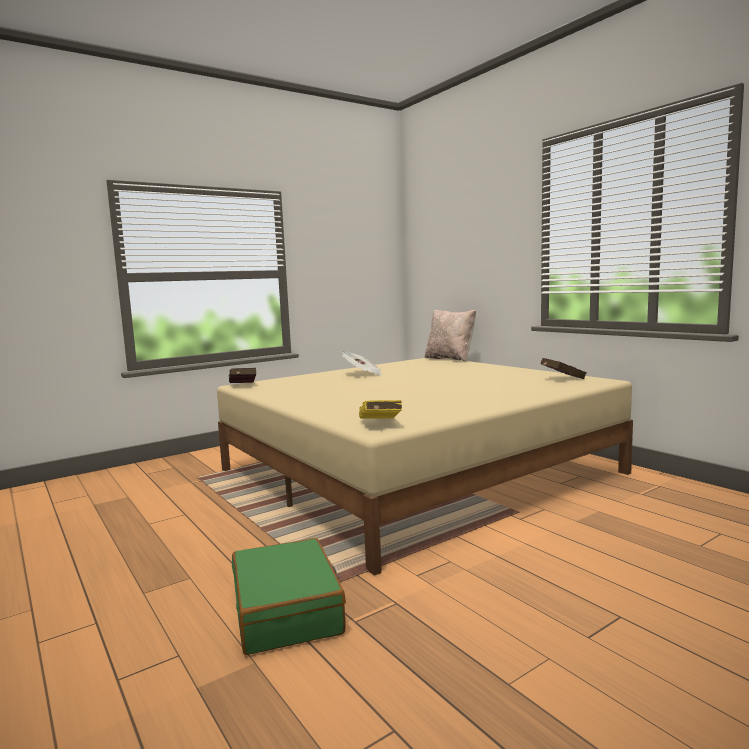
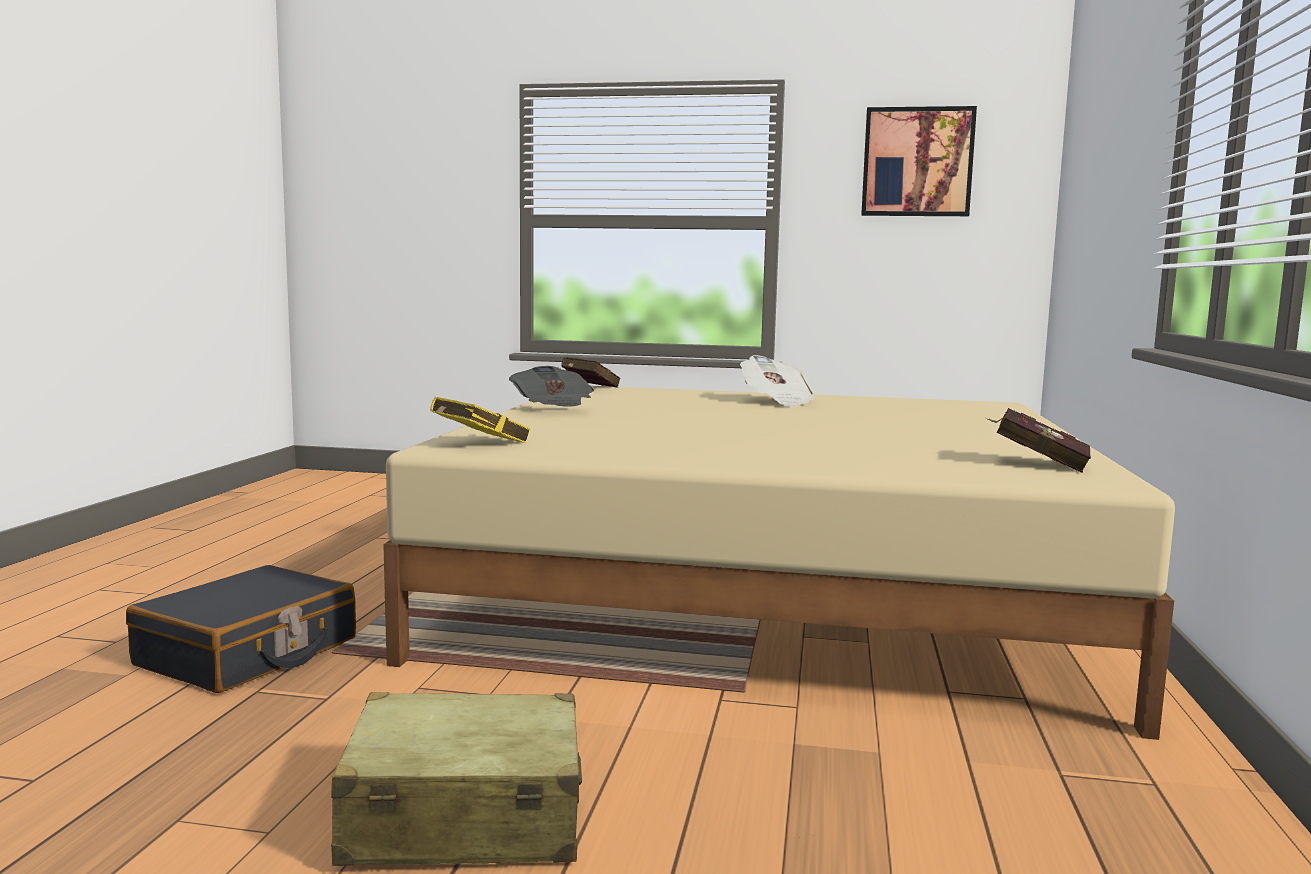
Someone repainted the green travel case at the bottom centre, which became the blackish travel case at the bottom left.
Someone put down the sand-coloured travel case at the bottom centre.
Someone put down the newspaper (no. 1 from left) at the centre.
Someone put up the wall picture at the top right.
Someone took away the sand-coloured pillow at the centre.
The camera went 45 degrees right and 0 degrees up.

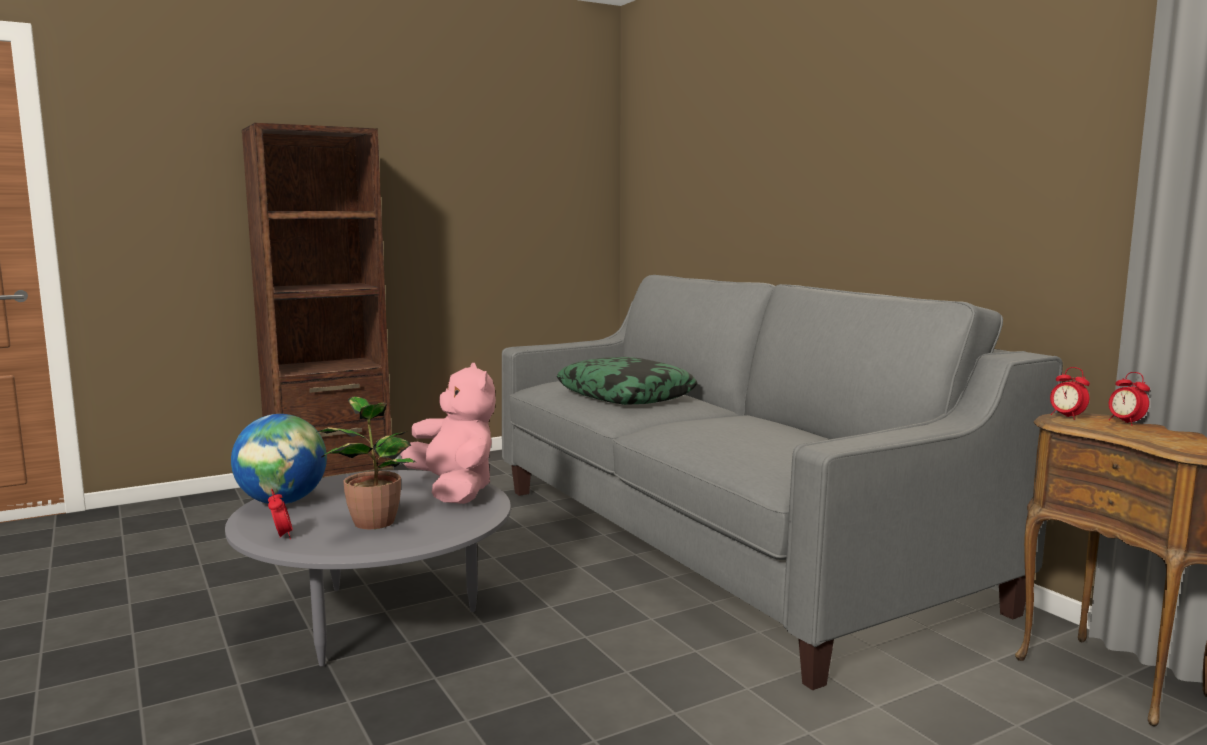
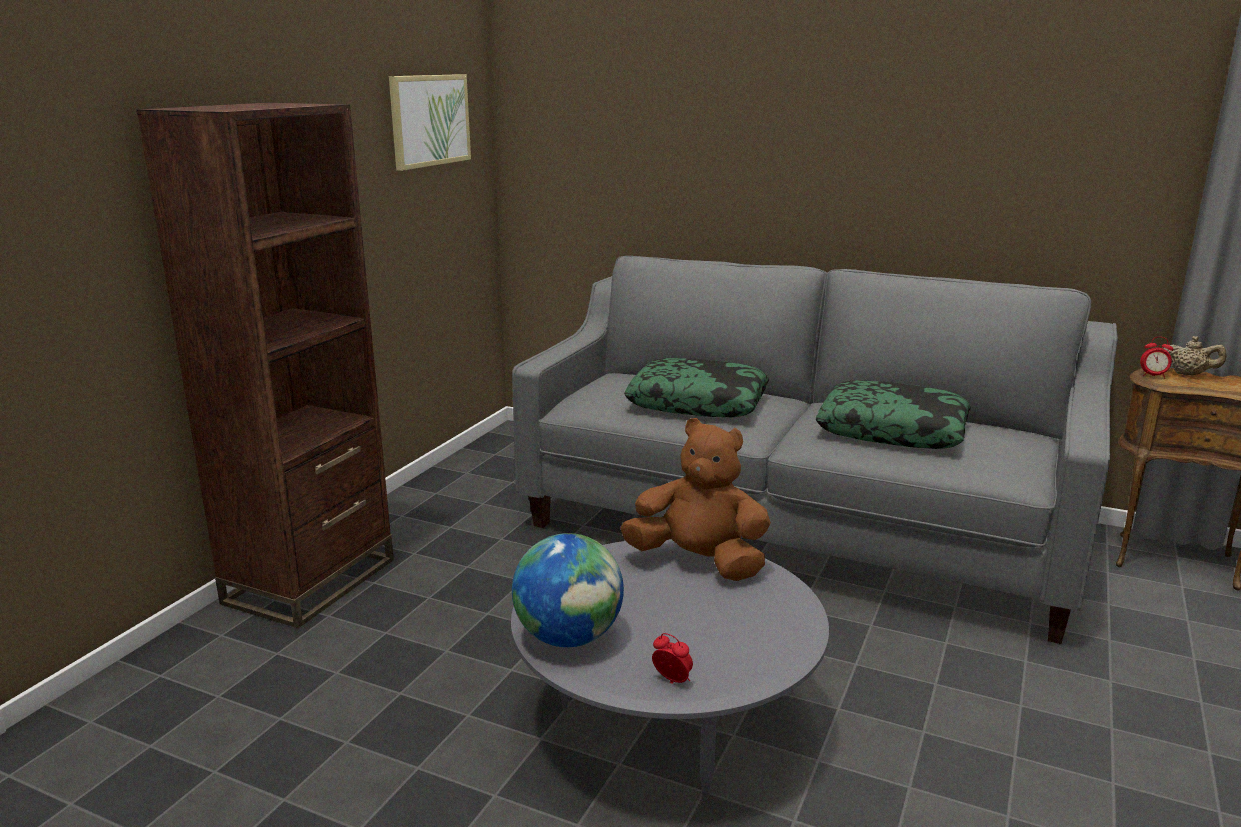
Someone put up the wall picture at the top centre.
Someone repainted the pinkish cuddly toy at the centre, which became the brown-coloured cuddly toy at the centre.
Someone put down the pillow (no. 2 from left) at the middle right.
Someone swapped the alarm clock (no. 3 from left) at the middle right for the sand-coloured pot for tea at the middle right.
Someone took away the potted plant at the middle left.
The camera went 35 degrees left and 10 degrees up.

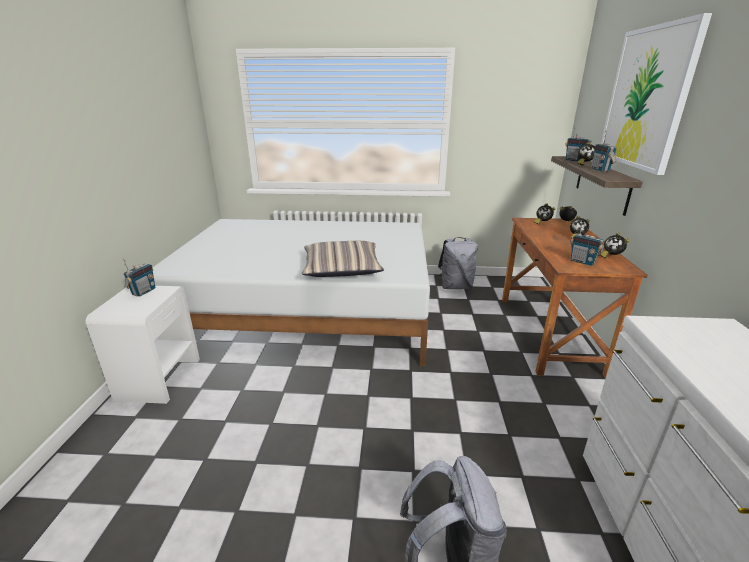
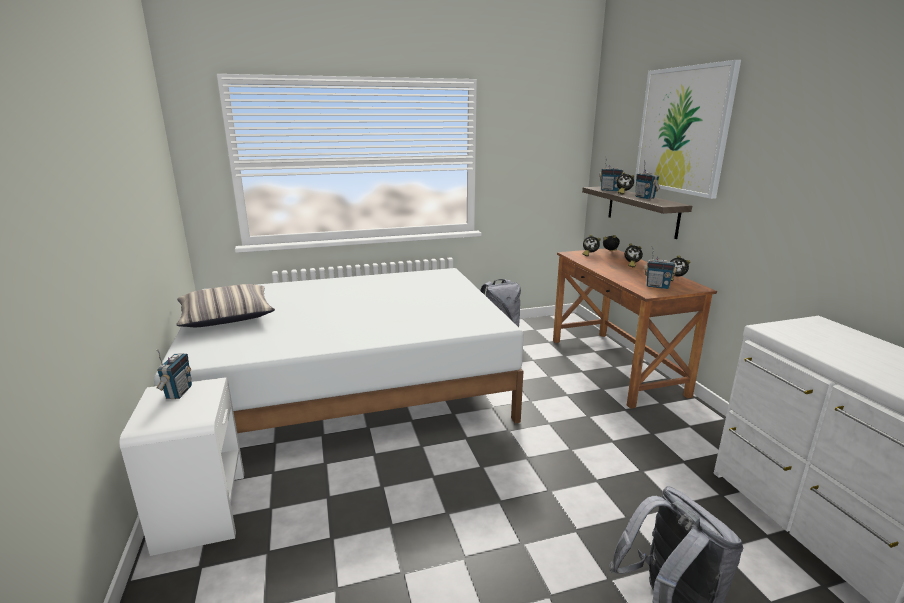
Someone carried the pillow from the centre to the middle left.
The camera went 20 degrees left and 5 degrees down.

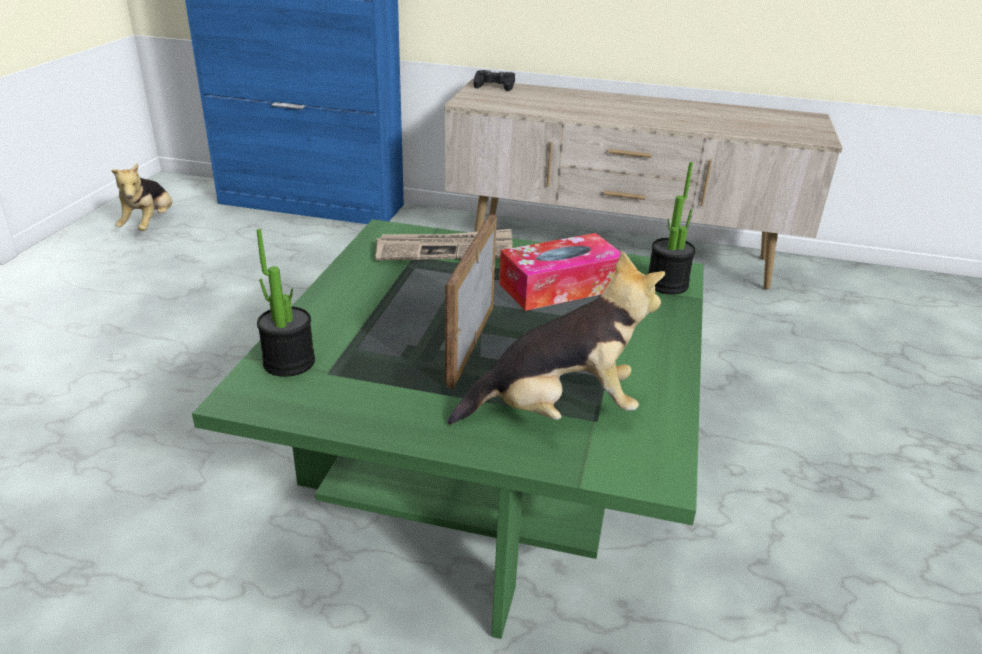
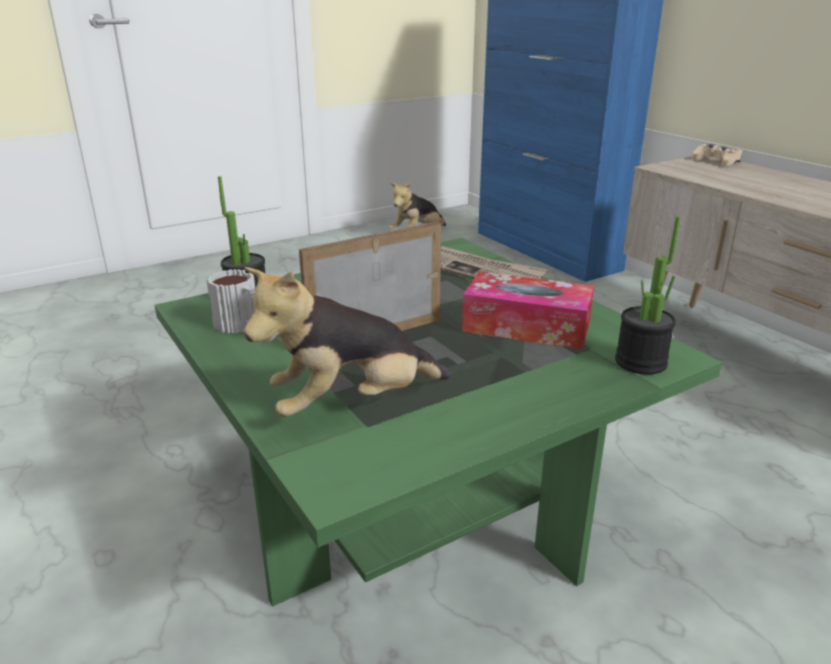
Someone put down the coffee mug at the middle left.
Someone rotated the cuddly toy (no. 2 from left in the first image) at the centre by 120 degrees clockwise.
Someone repainted the blackish joypad at the top centre, which became the sand-coloured joypad at the top right.
The camera went 45 degrees right and 5 degrees down.

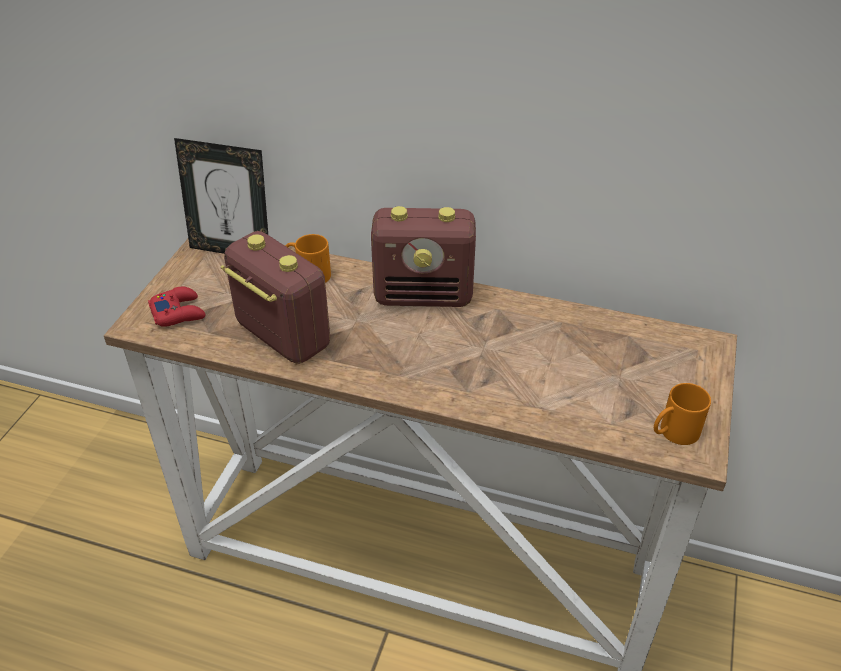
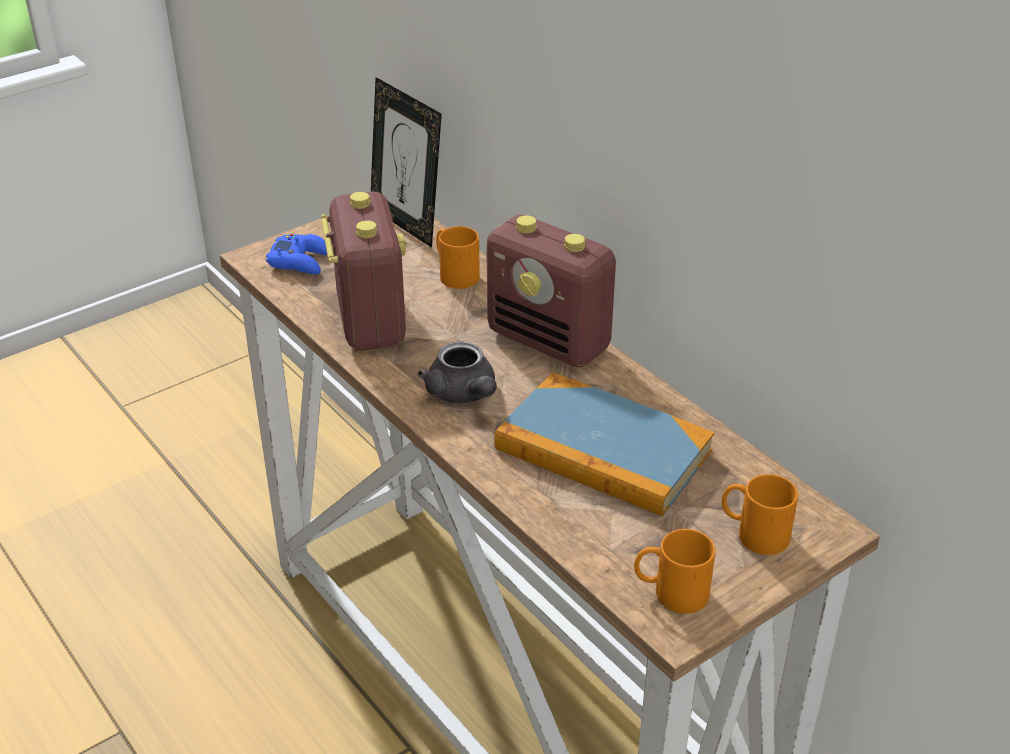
Someone repainted the red joypad at the middle left, which became the blue-coloured joypad at the middle left.
Someone put down the grey pot for tea at the centre.
Someone put down the bound book at the centre.
Someone put down the orangey coffee mug (no. 3 from left) at the bottom right.
The camera went 35 degrees right and 5 degrees down.

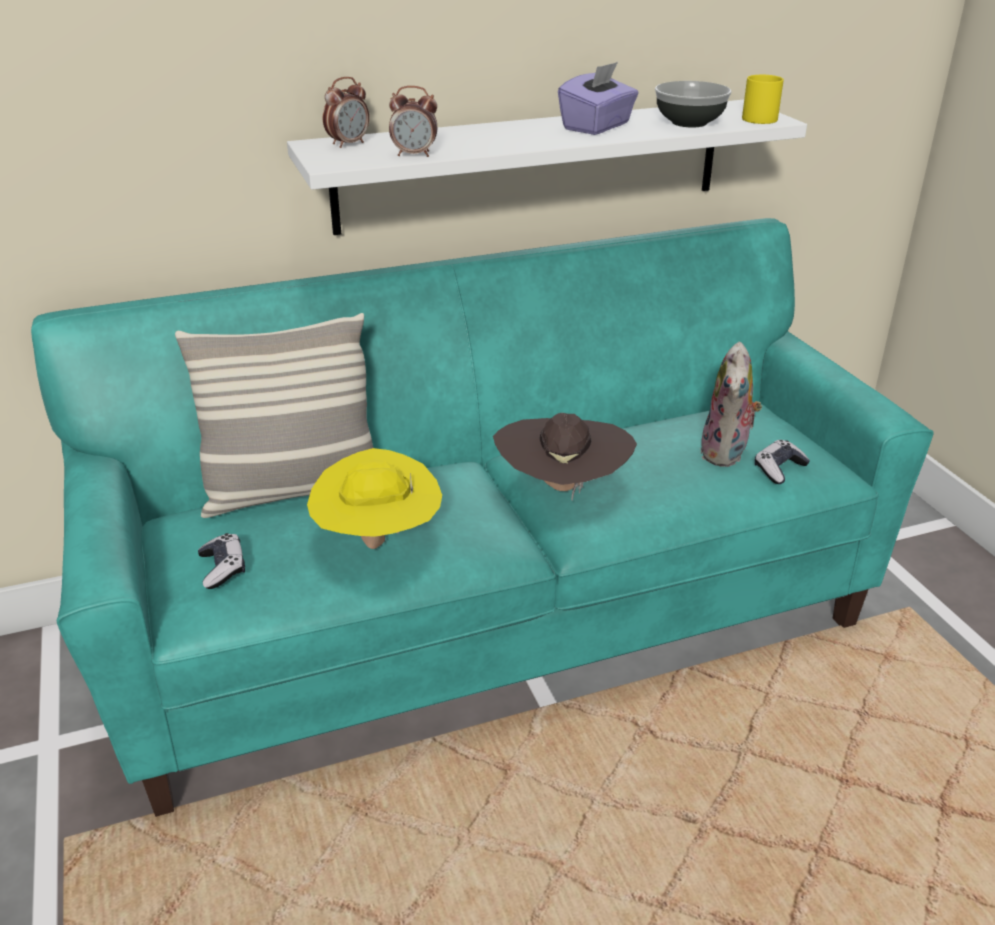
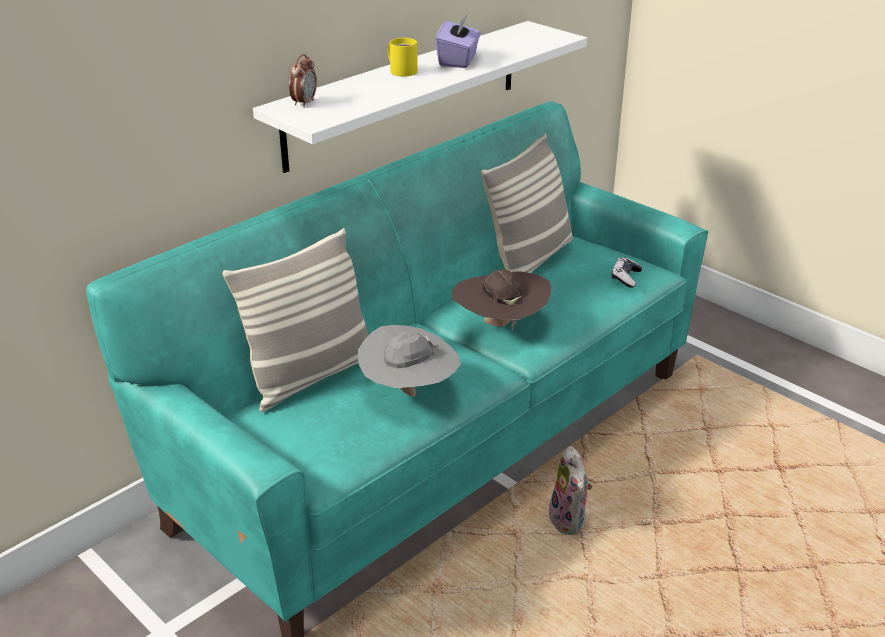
Someone repainted the yellow hat at the centre, which became the grey hat at the centre.
Someone carried the yellow coffee mug from the top right to the top centre.
Someone put down the pillow (no. 2 from left) at the top centre.
Someone carried the cuddly toy from the middle right to the bottom centre.
Someone took away the joypad (no. 1 from left) at the middle left.
Someone took away the alarm clock (no. 2 from left) at the top centre.
Someone took away the serving bowl at the top right.
The camera went 25 degrees left and 0 degrees up.

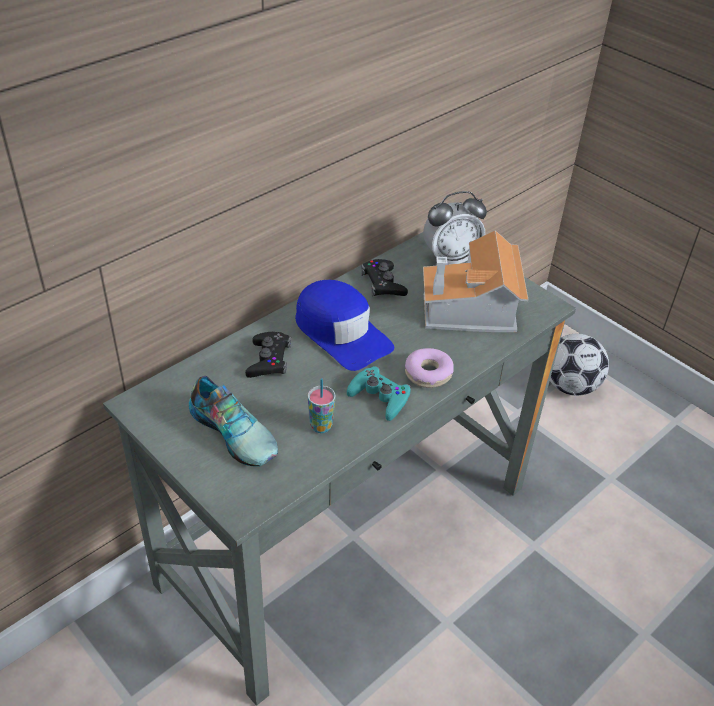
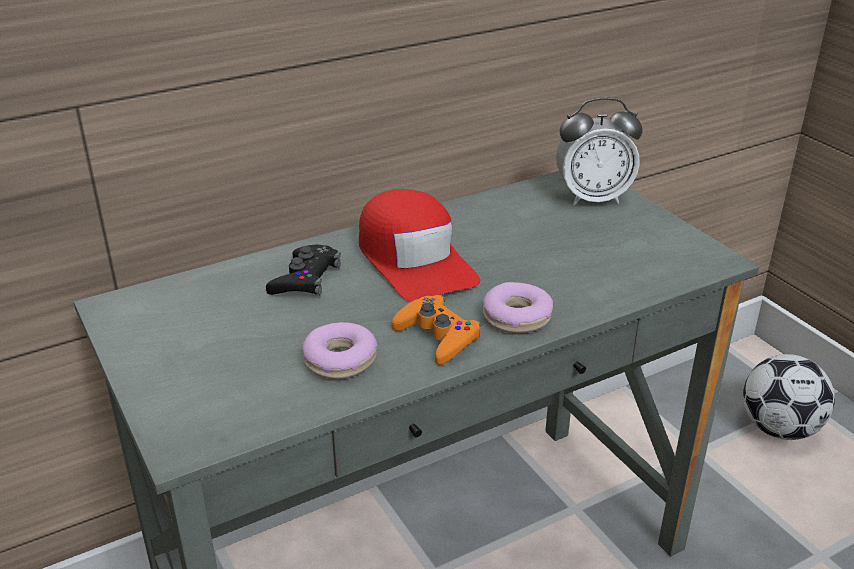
Someone swapped the cup at the centre for the ring doughnut (no. 1 from left) at the centre.
Someone repainted the blue-coloured baseball cap at the centre, which became the red baseball cap at the centre.
Someone repainted the turquoise-coloured joypad at the centre, which became the orangey joypad at the centre.
Someone took away the item of footwear at the middle left.
Someone took away the blackish joypad (no. 2 from left) at the centre.
Someone took away the toy house at the centre.
The camera went 15 degrees right and 10 degrees down.

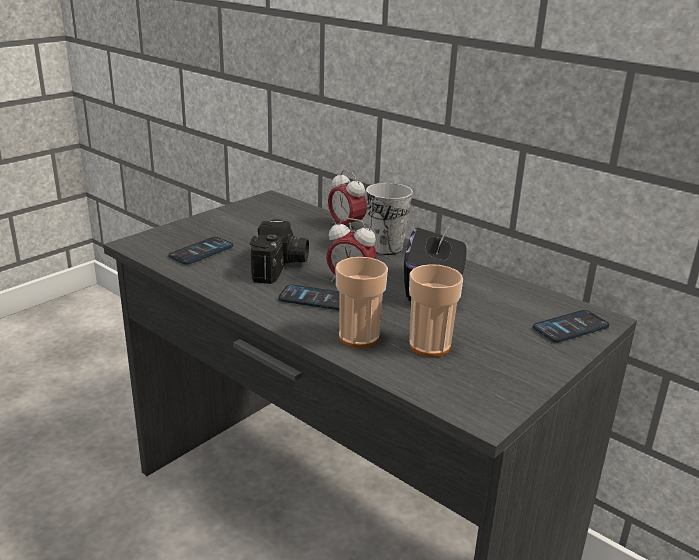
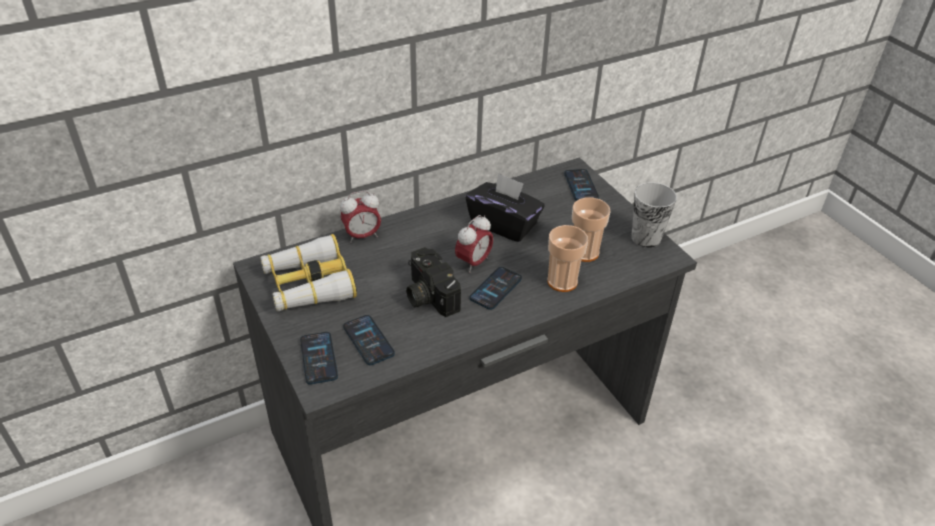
Someone put down the binoculars at the middle left.
Someone put down the handset (no. 1 from left) at the bottom centre.
Someone rotated the still camera at the centre by 150 degrees counterclockwise.
Someone carried the cup (no. 2 from left in the first image) from the centre to the middle right.
The camera went 70 degrees left and 15 degrees up.

